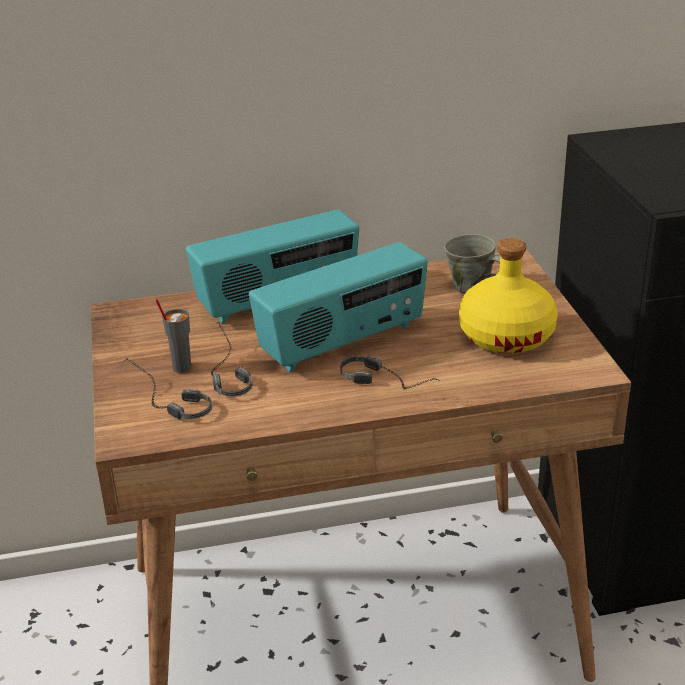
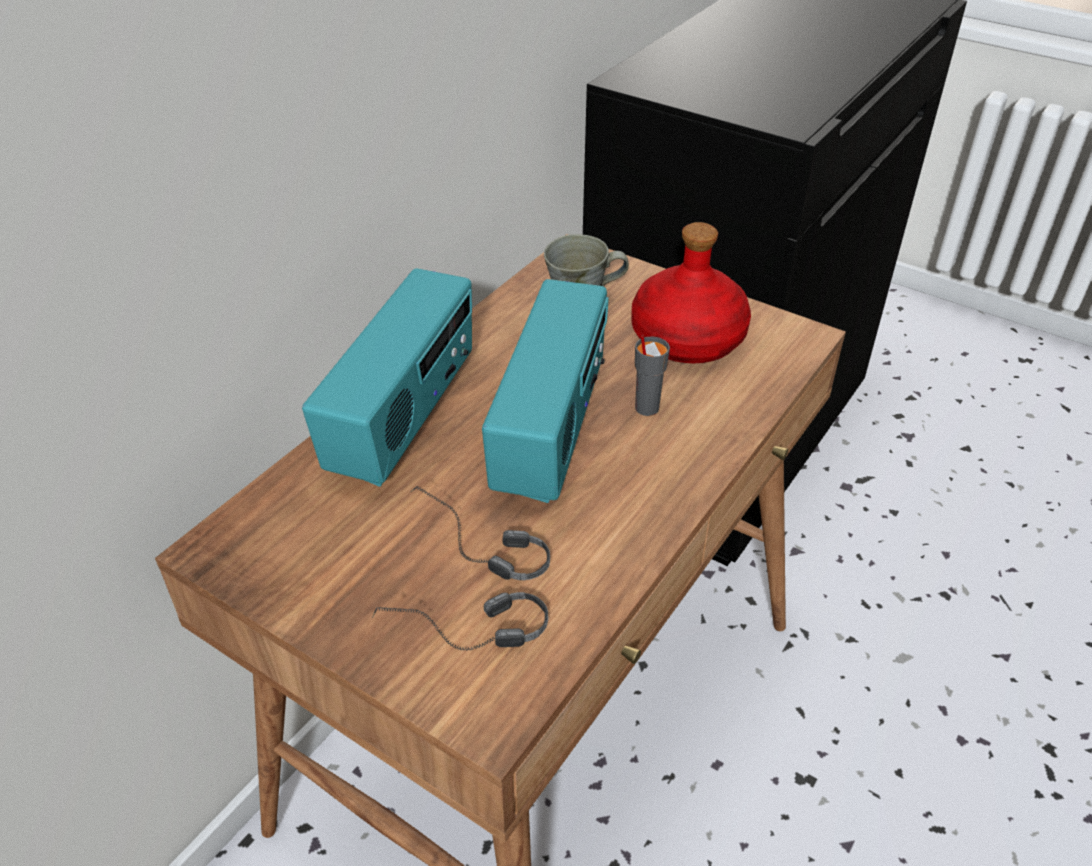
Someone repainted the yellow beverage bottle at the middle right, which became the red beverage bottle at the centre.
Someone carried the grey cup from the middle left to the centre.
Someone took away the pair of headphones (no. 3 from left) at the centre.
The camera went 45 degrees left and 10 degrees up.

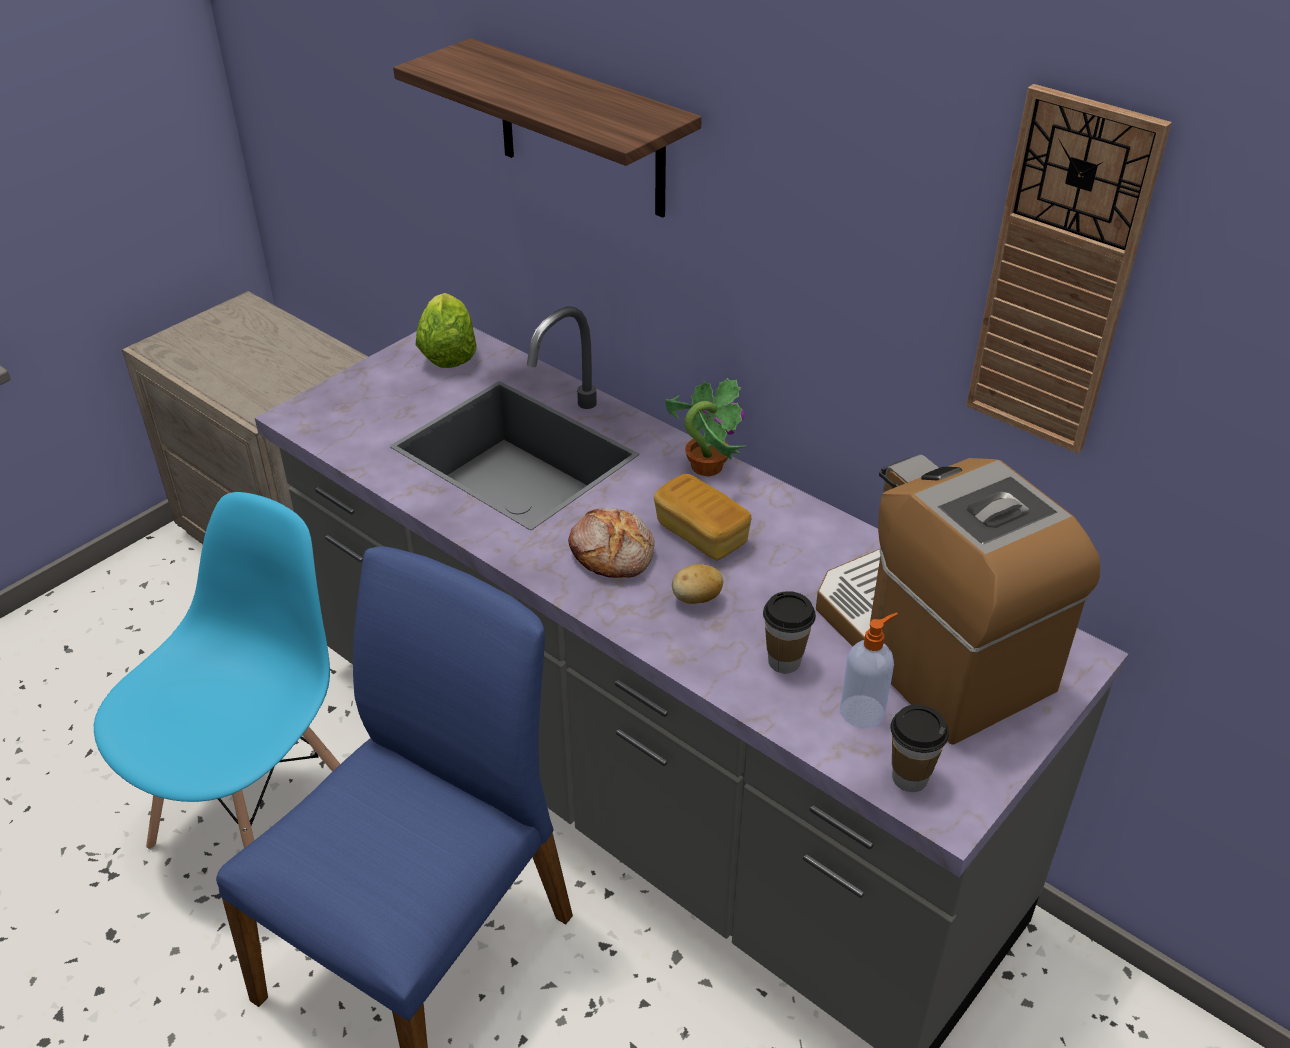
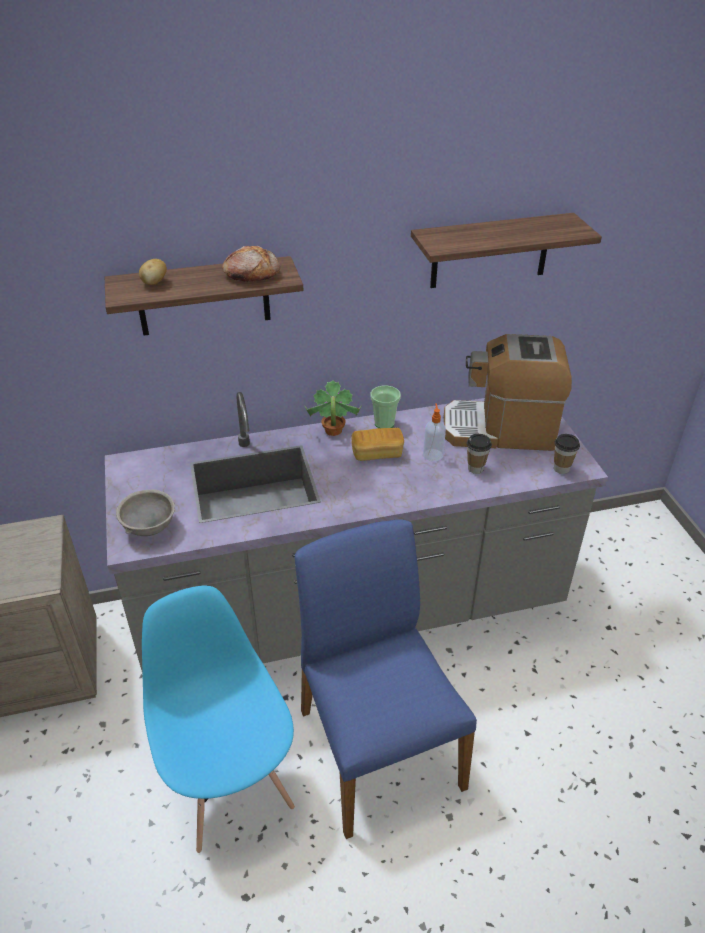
Someone put down the grey serving bowl at the middle left.
Someone carried the potato from the centre to the top left.
Someone carried the bakery bread (no. 1 from left) from the centre to the top centre.
Someone put down the cup (no. 1 from left) at the centre.
Someone swapped the hanging clock at the top right for the wall shelf (no. 2 from left) at the top right.
Someone carried the liquid soap bottle from the middle right to the centre.
Someone took away the lettuce head at the top centre.
The camera went 55 degrees left and 0 degrees up.

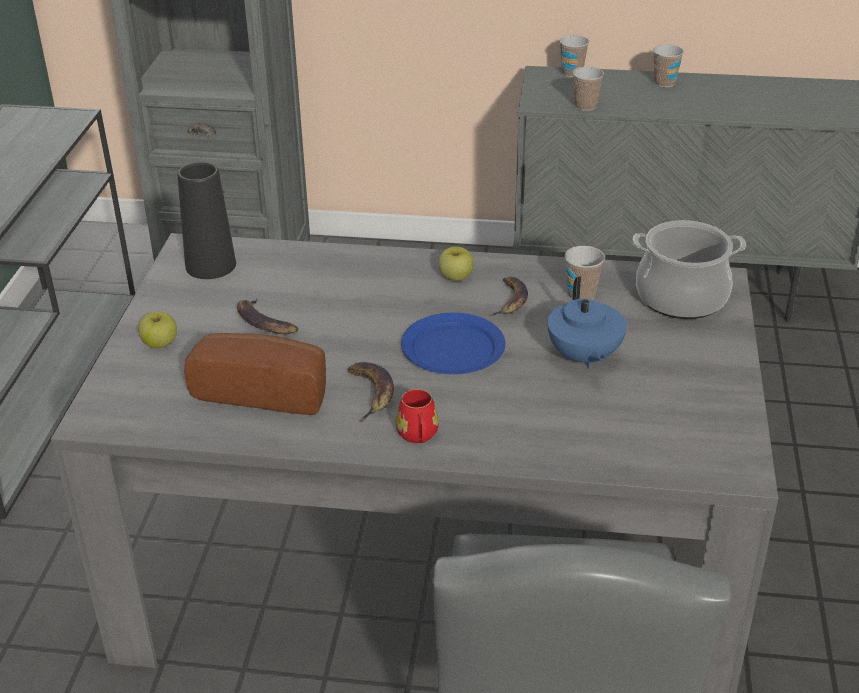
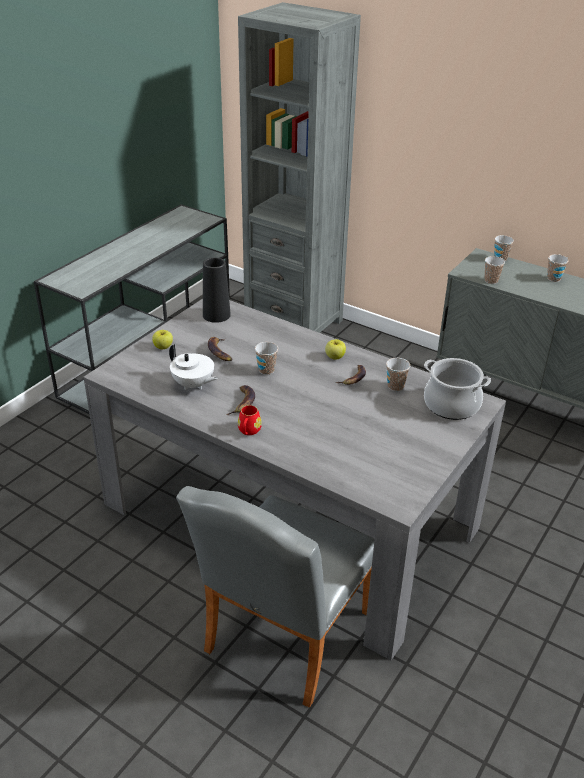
Someone swapped the bakery bread at the middle left for the whitish pot for tea at the middle left.
Someone put down the cup (no. 1 from left) at the centre.
Someone took away the blue-coloured plate at the centre.
Someone took away the blue-coloured pot for tea at the middle right.
The camera went 25 degrees right and 0 degrees up.

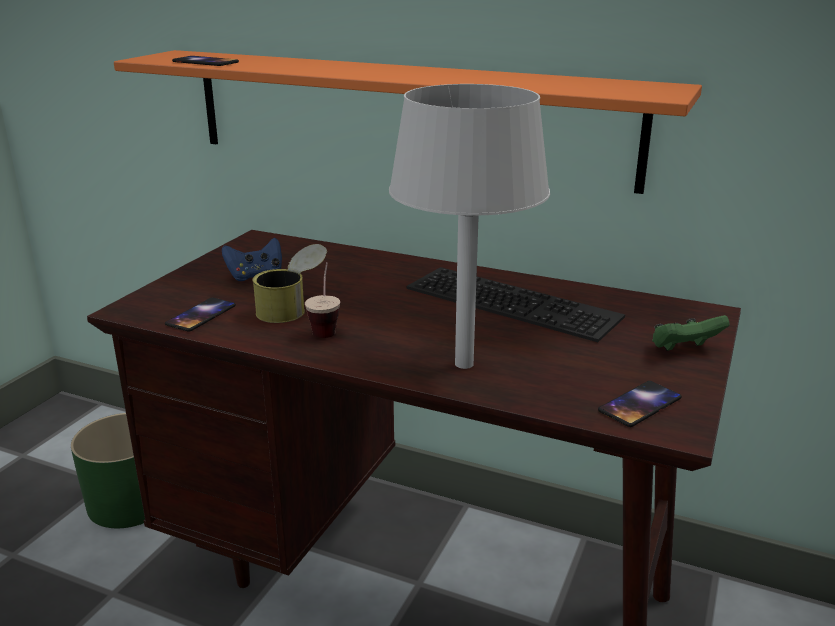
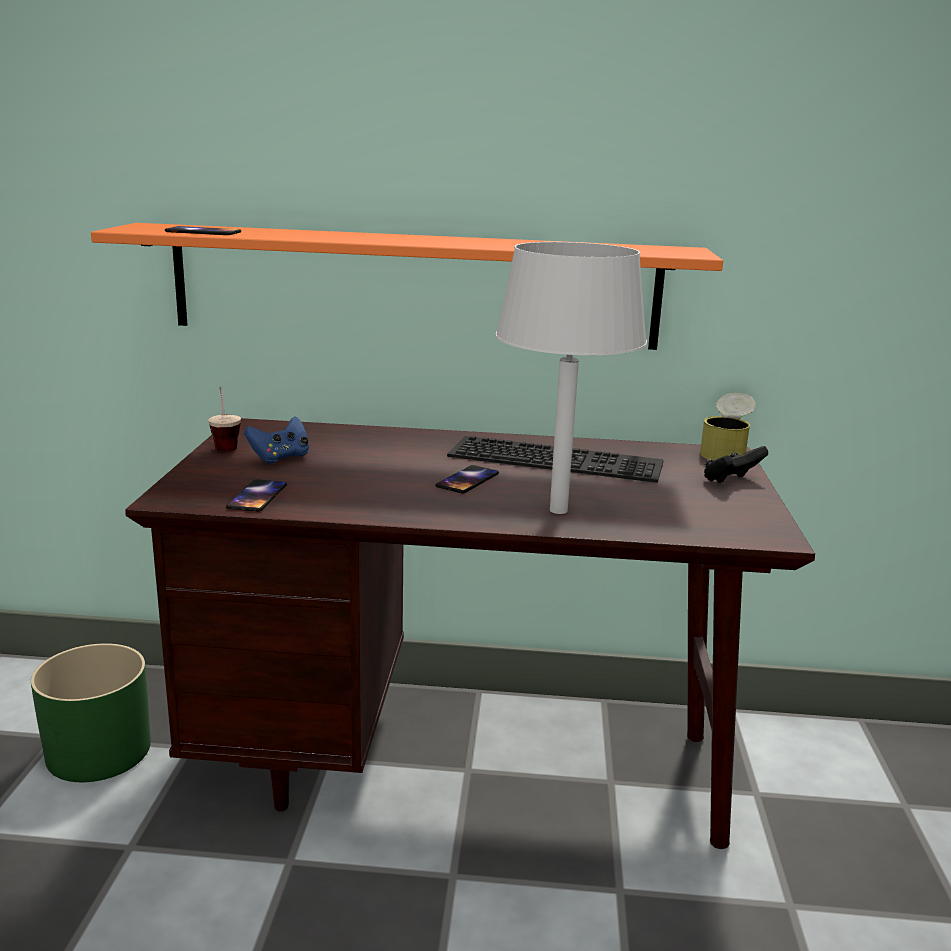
Someone carried the cup from the centre to the middle left.
Someone carried the handset (no. 3 from left) from the middle right to the centre.
Someone carried the sealed can from the centre to the middle right.
Someone repainted the green joypad at the middle right, which became the blackish joypad at the middle right.
The camera went 20 degrees left and 5 degrees down.

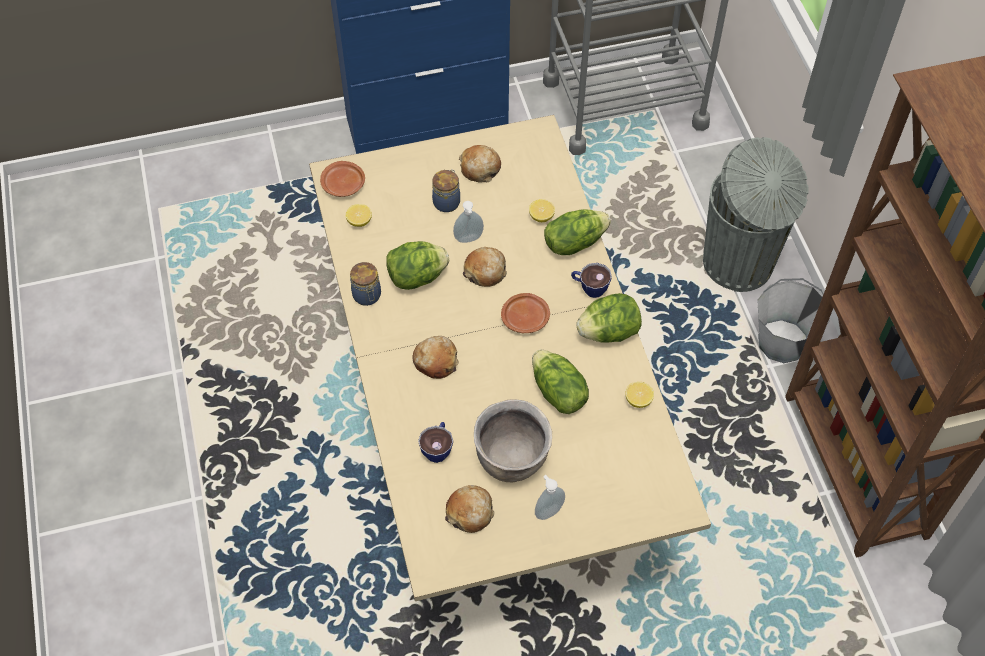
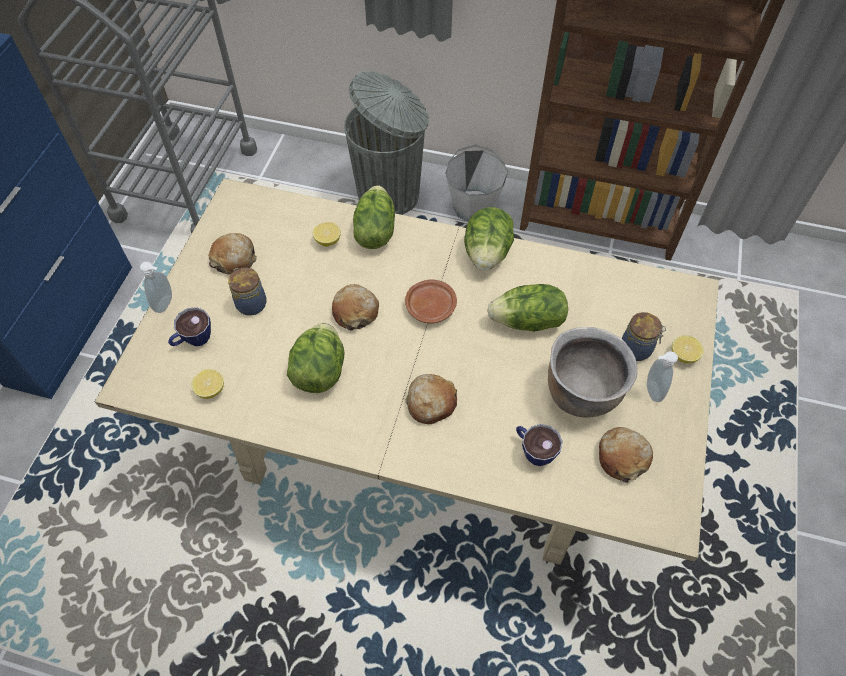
Someone carried the liquid soap bottle (no. 1 from left) from the centre to the middle left.
Someone carried the cup (no. 2 from left in the first image) from the centre to the middle left.
Someone carried the preserve jar (no. 1 from left in the first image) from the centre to the middle right.
Someone carried the citrus fruit (no. 3 from left) from the centre to the middle right.
Someone took away the brown-coloured plate (no. 1 from left) at the top centre.
The camera went 60 degrees left and 0 degrees up.

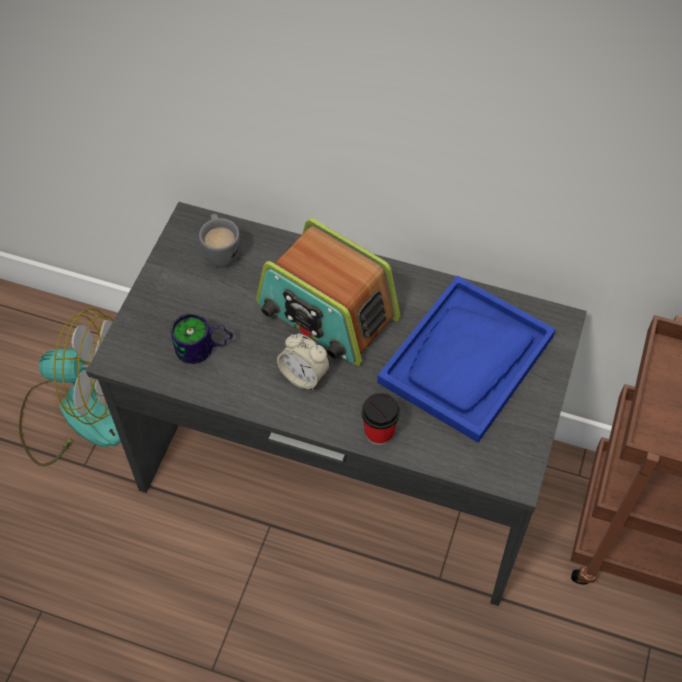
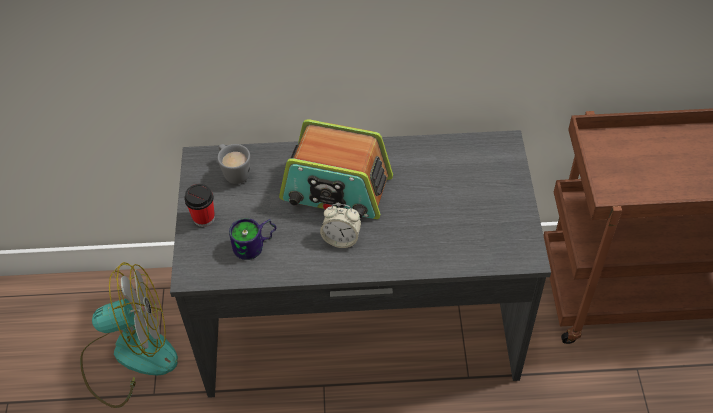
Someone carried the cup from the centre to the middle left.
Someone took away the blue-coloured tray at the middle right.
The camera went 20 degrees left and 5 degrees down.

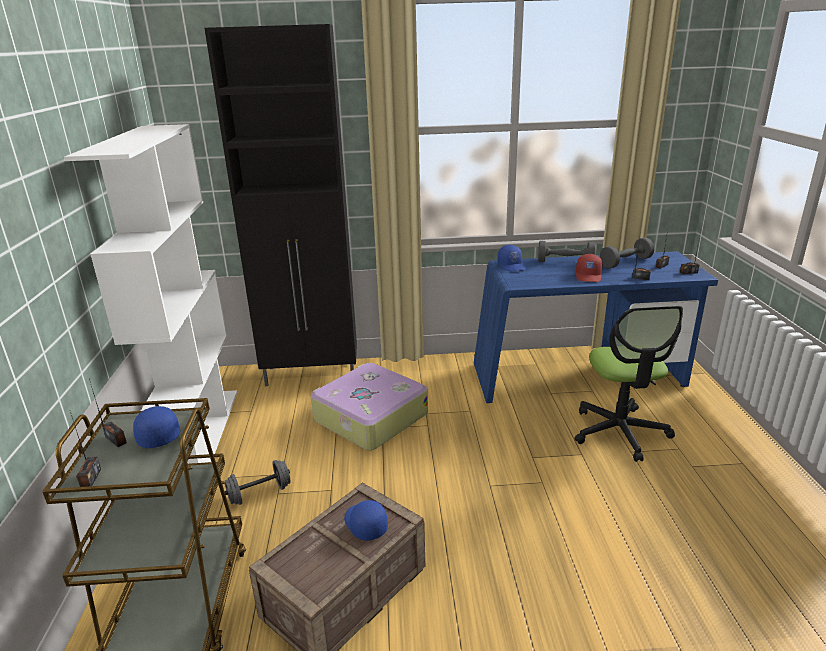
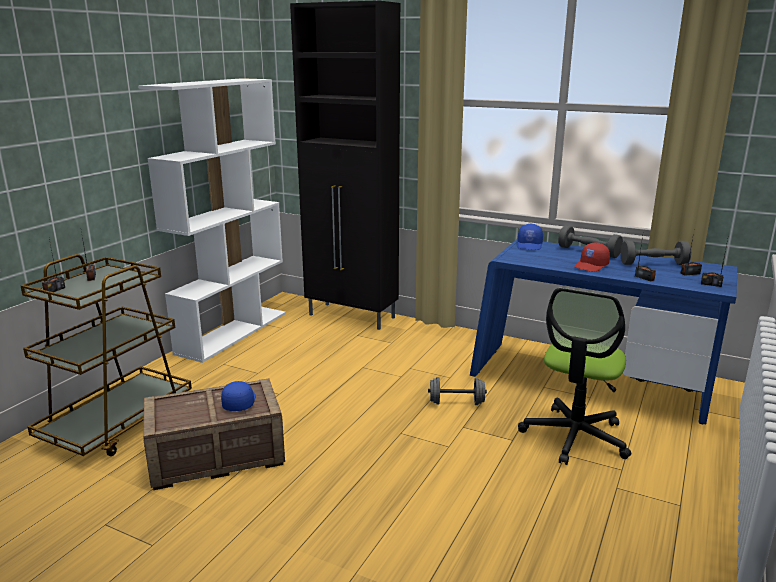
Someone carried the grey free weight (no. 1 from left) from the bottom left to the bottom centre.
Someone took away the blue-coloured baseball cap (no. 1 from left) at the middle left.
Someone took away the travel case at the centre.
The camera went 30 degrees right and 5 degrees down.

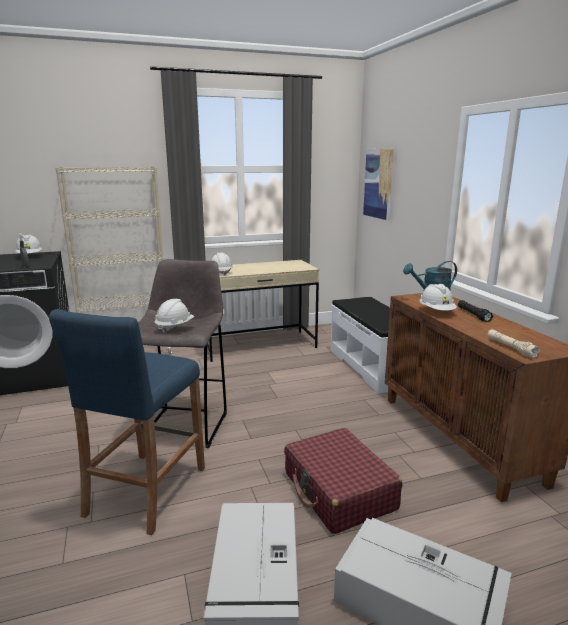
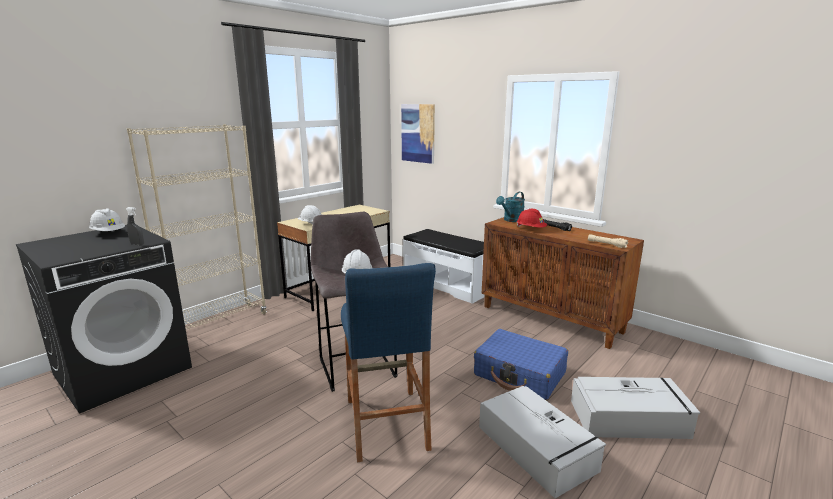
Someone repainted the red travel case at the bottom centre, which became the blue-coloured travel case at the bottom centre.
Someone repainted the whitish safety helmet (no. 4 from left) at the middle right, which became the red safety helmet at the centre.
The camera went 30 degrees left and 0 degrees up.

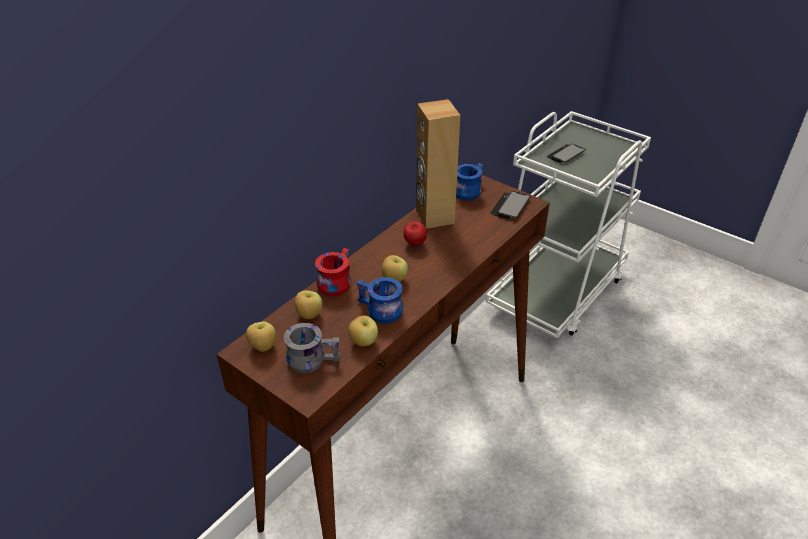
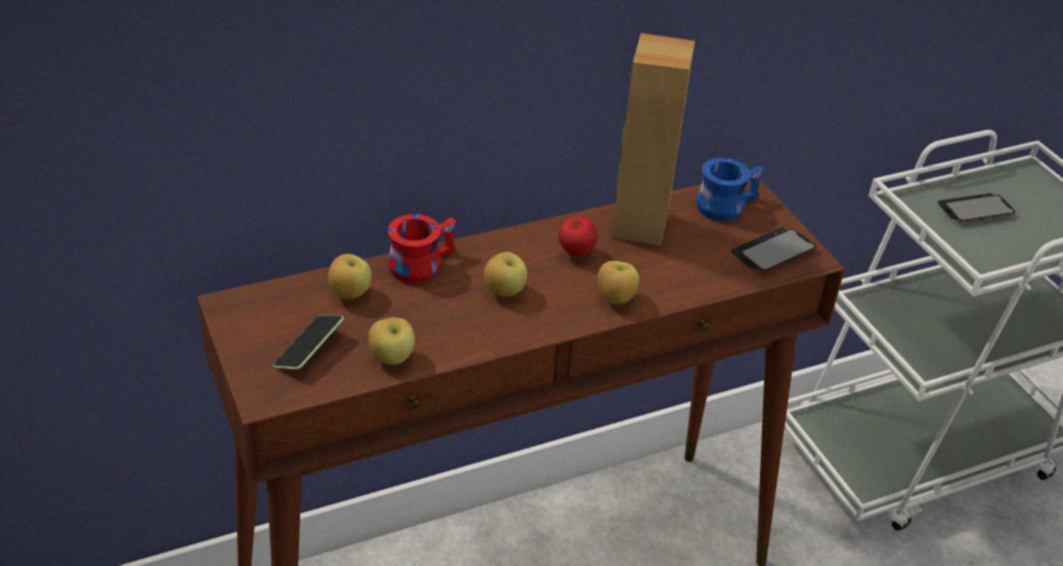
Someone swapped the grey coffee mug at the centre for the handset (no. 1 from left) at the middle left.
Someone carried the apple fruit (no. 1 from left in the first image) from the middle left to the centre.
Someone took away the blue-coloured coffee mug (no. 1 from left) at the centre.
The camera went 25 degrees right and 0 degrees up.

